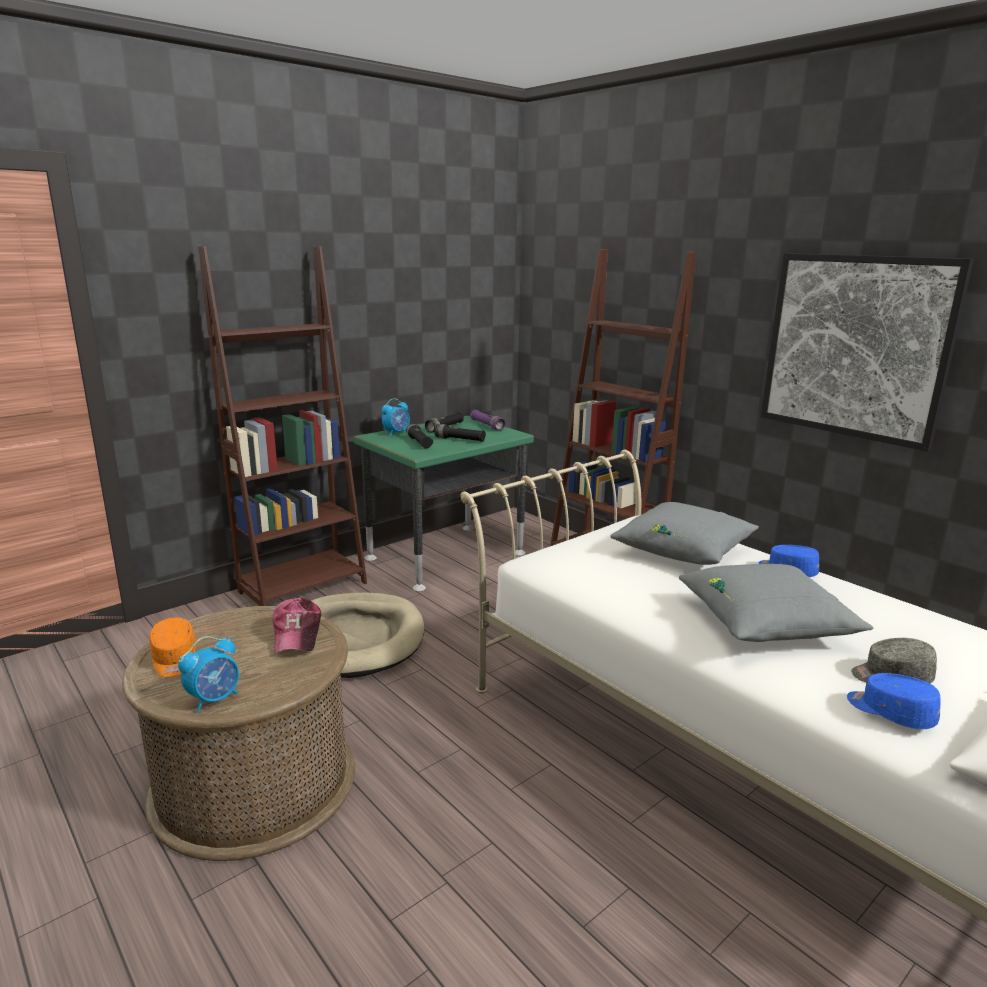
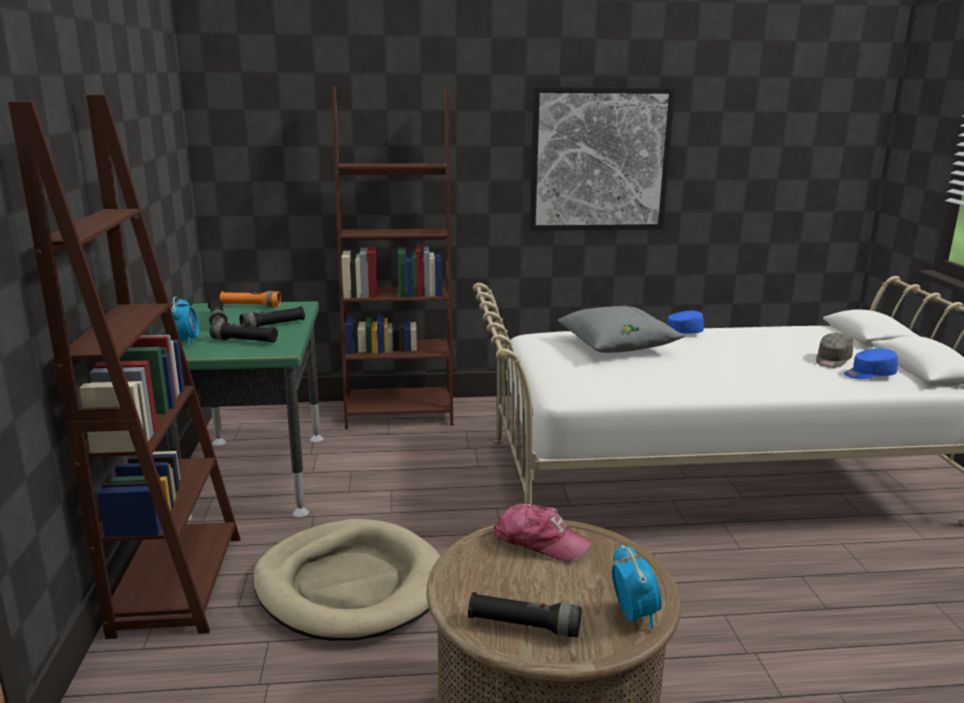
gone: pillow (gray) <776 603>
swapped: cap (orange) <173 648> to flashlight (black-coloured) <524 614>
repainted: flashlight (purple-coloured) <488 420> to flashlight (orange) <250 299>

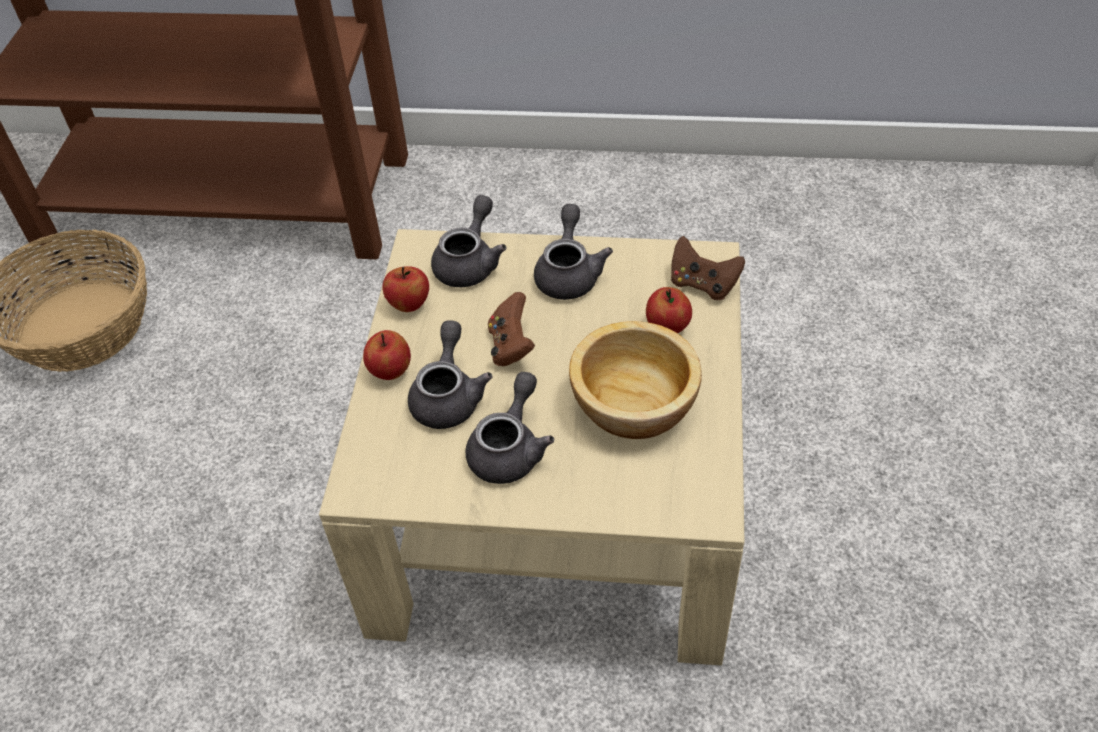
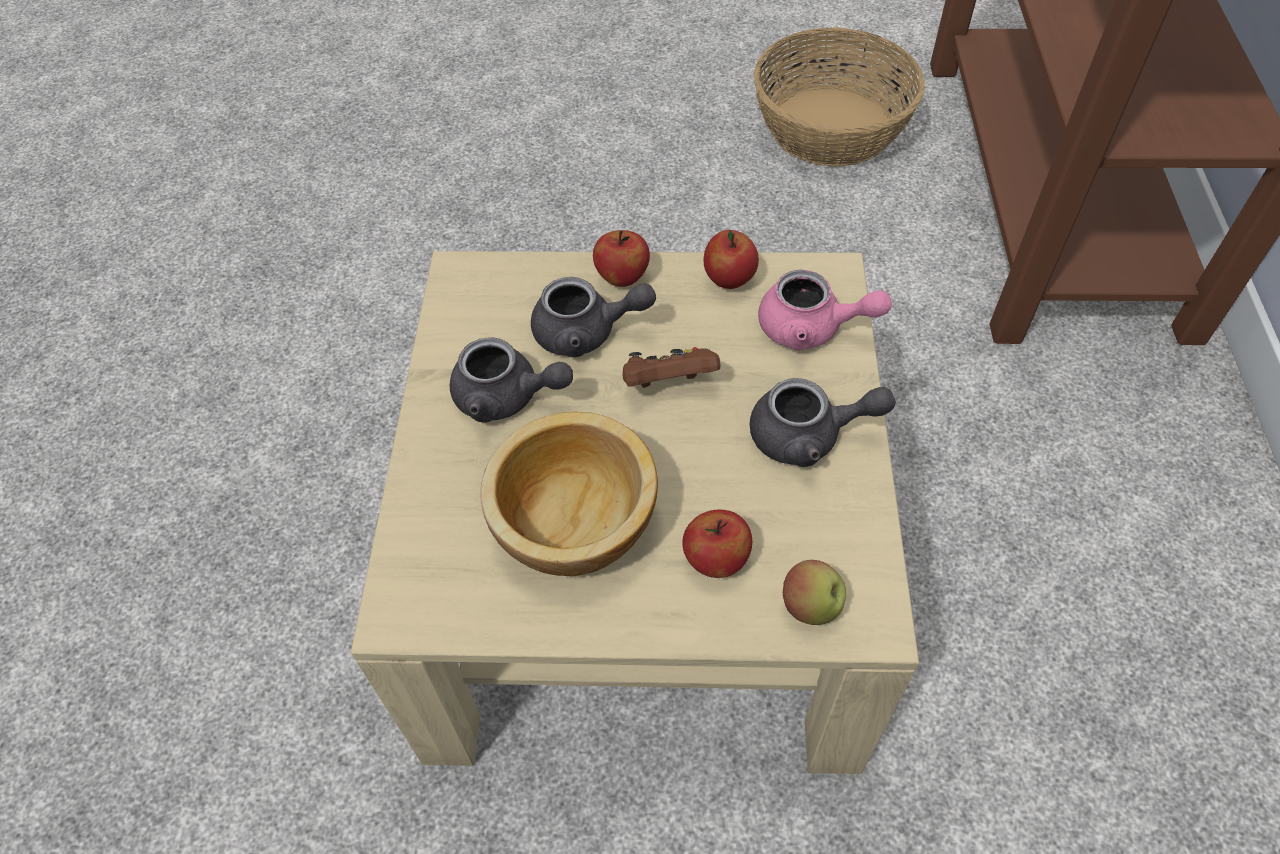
swapped: joypad (brown) <708 268> to whole apple <814 592>
repainted: pot for tea (gray) <469 241> to pot for tea (pink) <825 310>

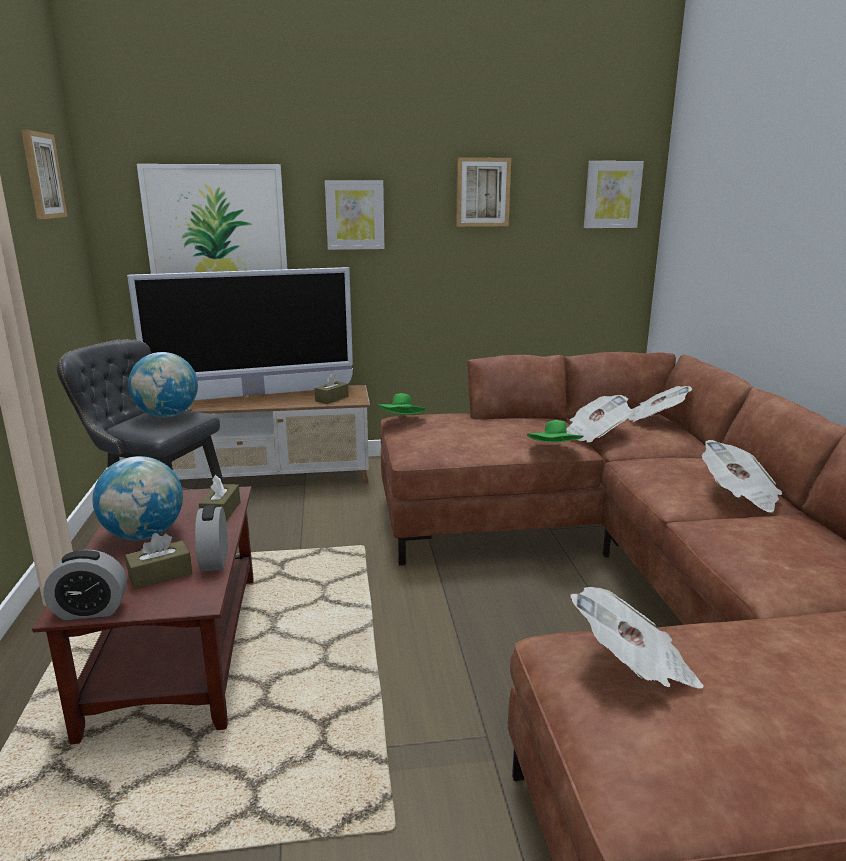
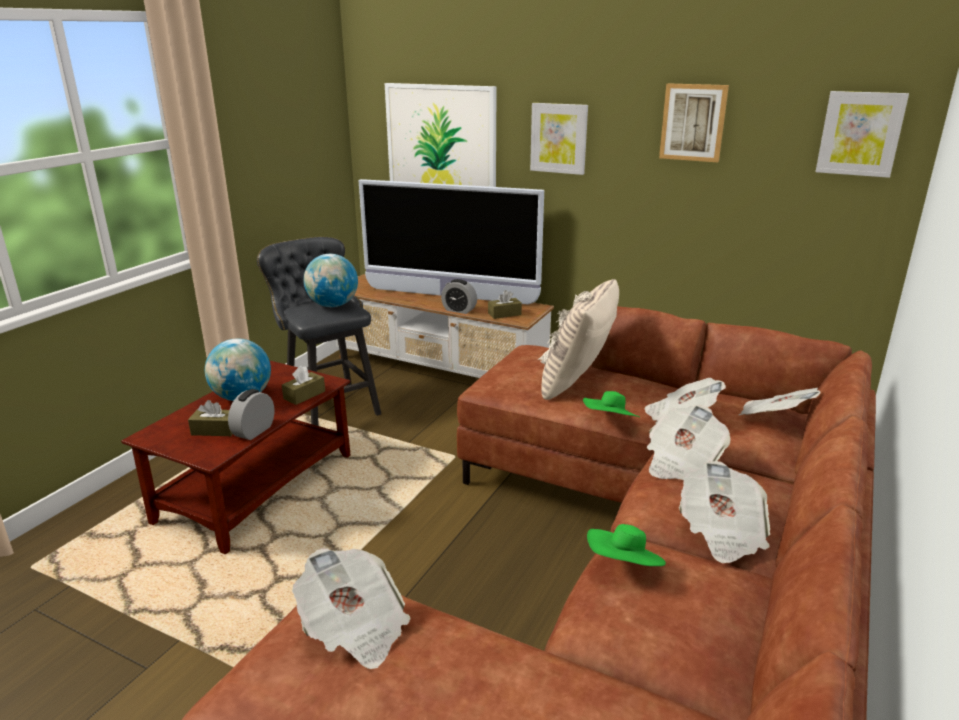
gone: wall art <44 174>
new: pillow (sand-coloured) <578 339>; daily paper <689 443>
shifted: table clock <85 585> to <459 296>; hat (green) <401 403> to <626 545>

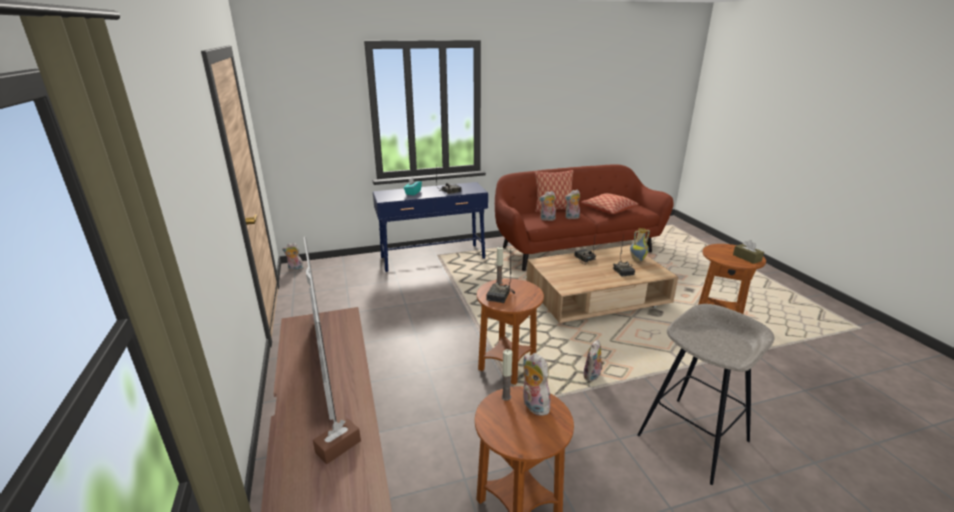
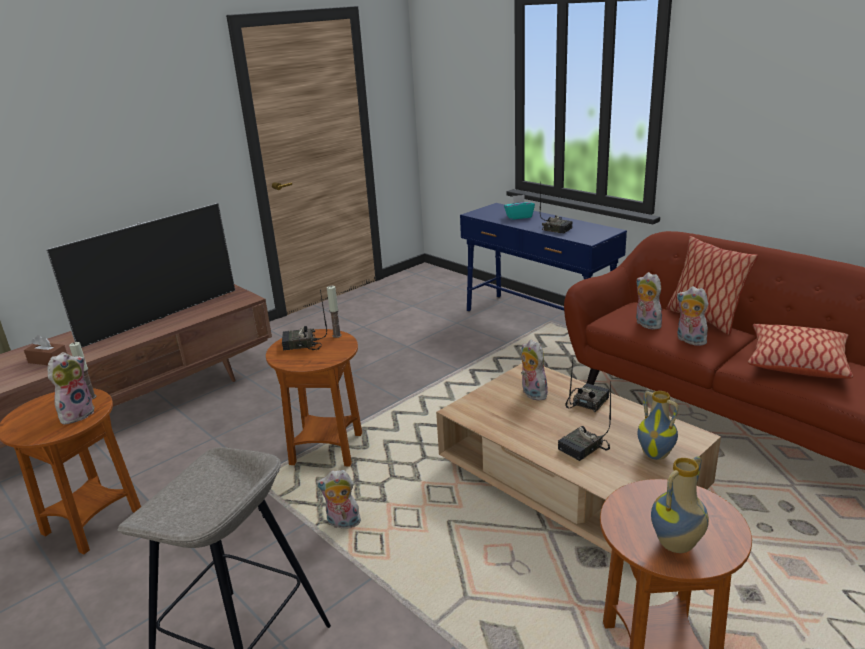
shifted: soft toy <293 257> to <535 370>
swapped: tissue box (brown) <748 252> to vase <680 504>

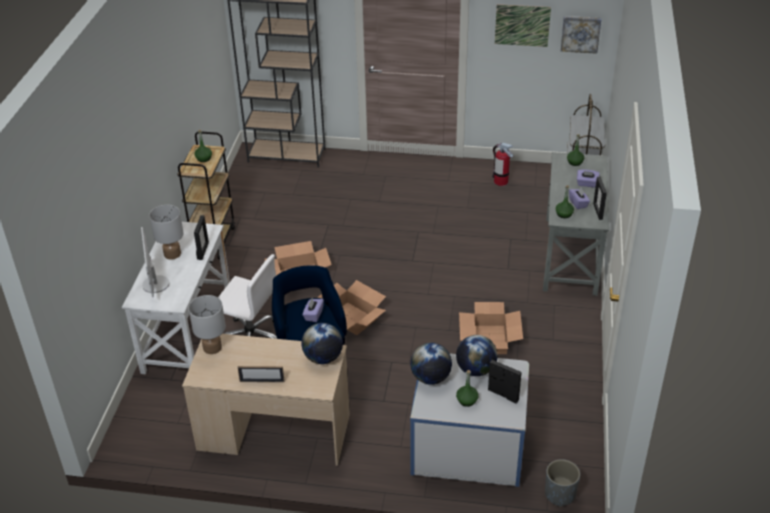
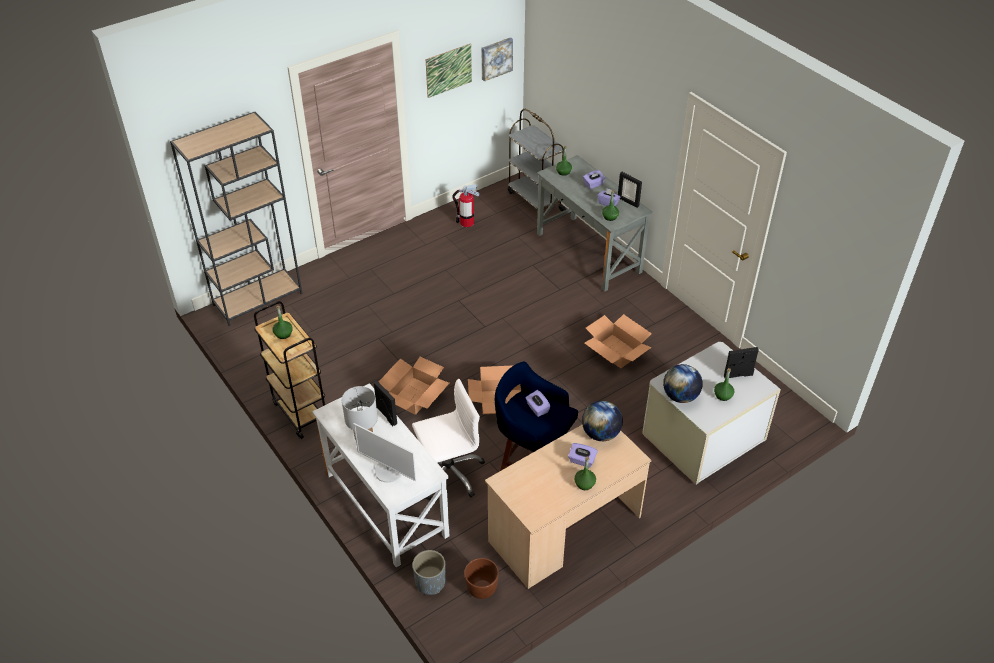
gone: table lamp (gray) <207 324>; desk globe <477 355>
new: planter (brown) <481 578>; tissue box (purple-coloured) <583 455>
shifted: planter (gray) <562 483> to <428 572>
swapped: photo frame <261 374> to beverage bottle (green) <585 473>
repainted: night table (bluish) <469 420> to night table (sand-coloured) <711 413>

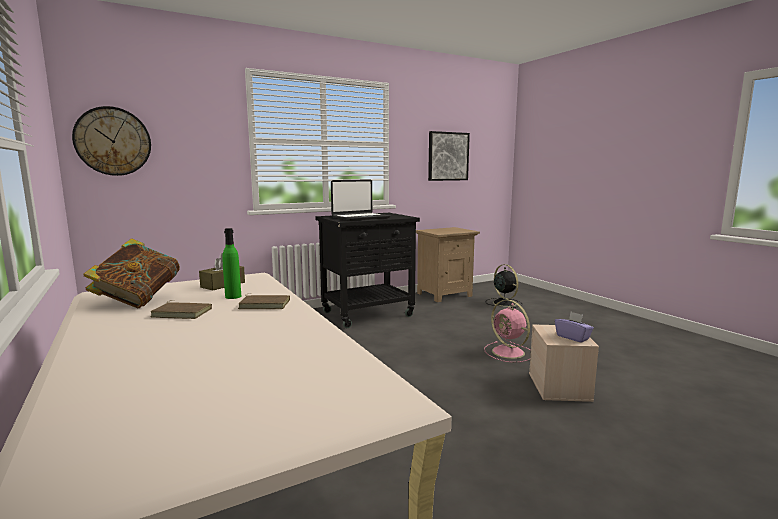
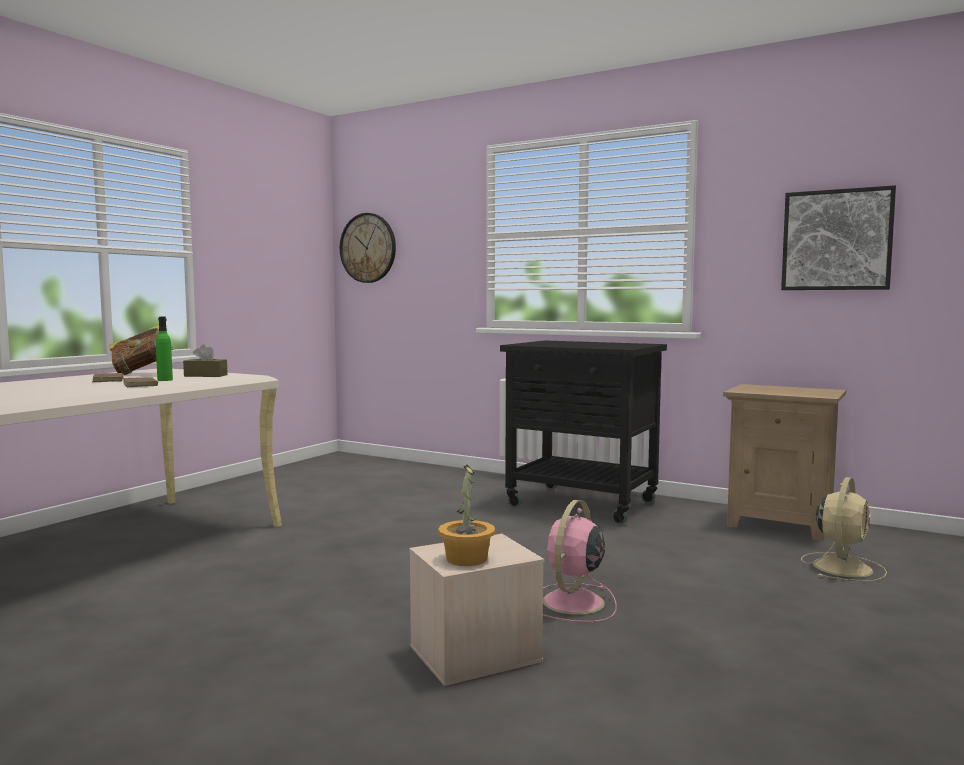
gone: portable computer <361 200>
swapped: tissue box (purple-coloured) <574 327> to houseplant <466 515>
repainted: cooling fan (black-coloured) <504 286> to cooling fan (sand-coloured) <844 529>

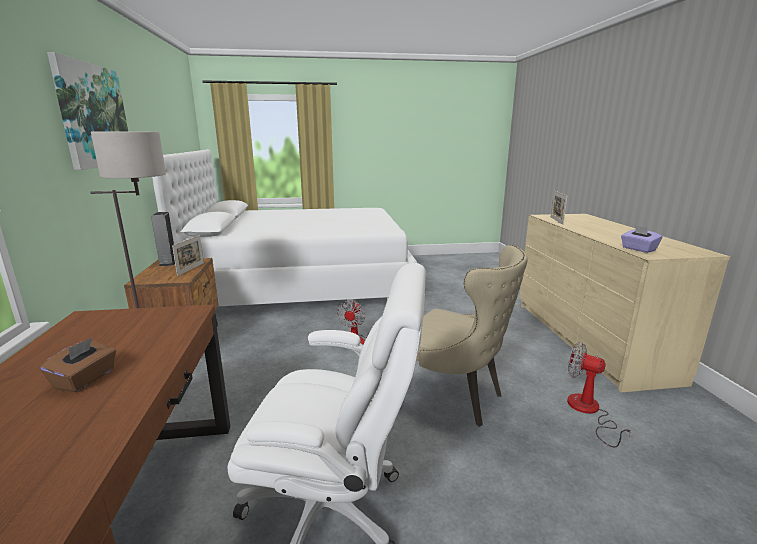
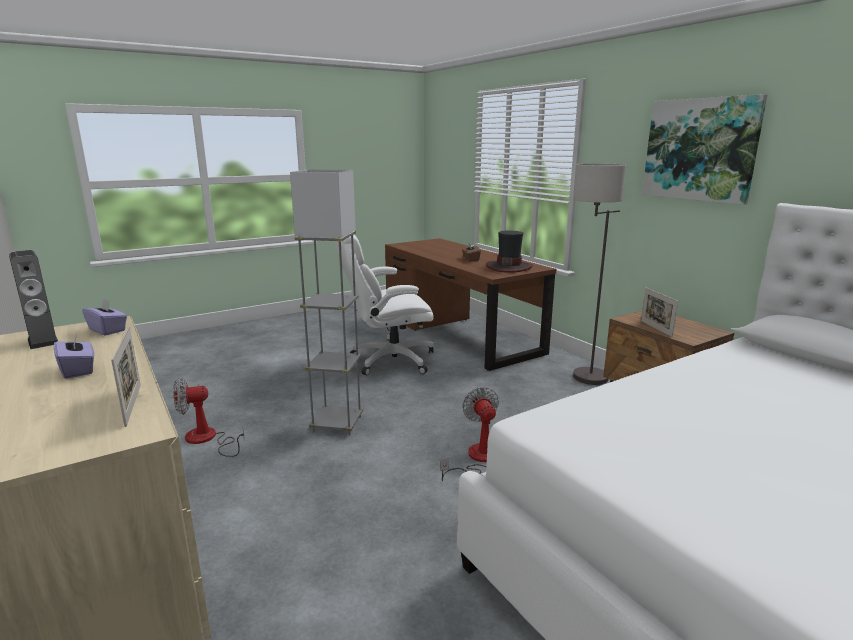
new: tissue box (purple-coloured) <74 355>; hat <509 252>
shifted: audio speaker <163 239> to <33 299>
swapped: chair (sand-coloured) <471 336> to standing lamp (gray) <326 302>
rotated: cooling fan <600 395> = <209 417> 150 degrees clockwise

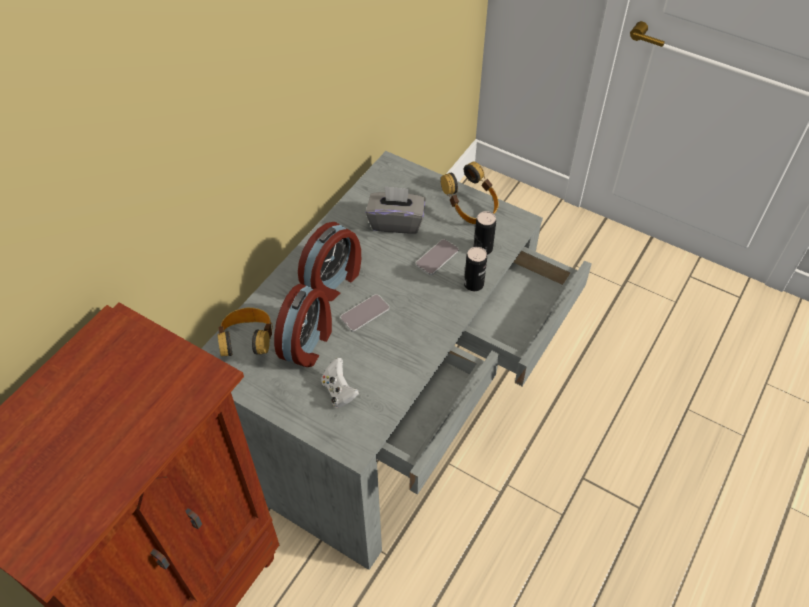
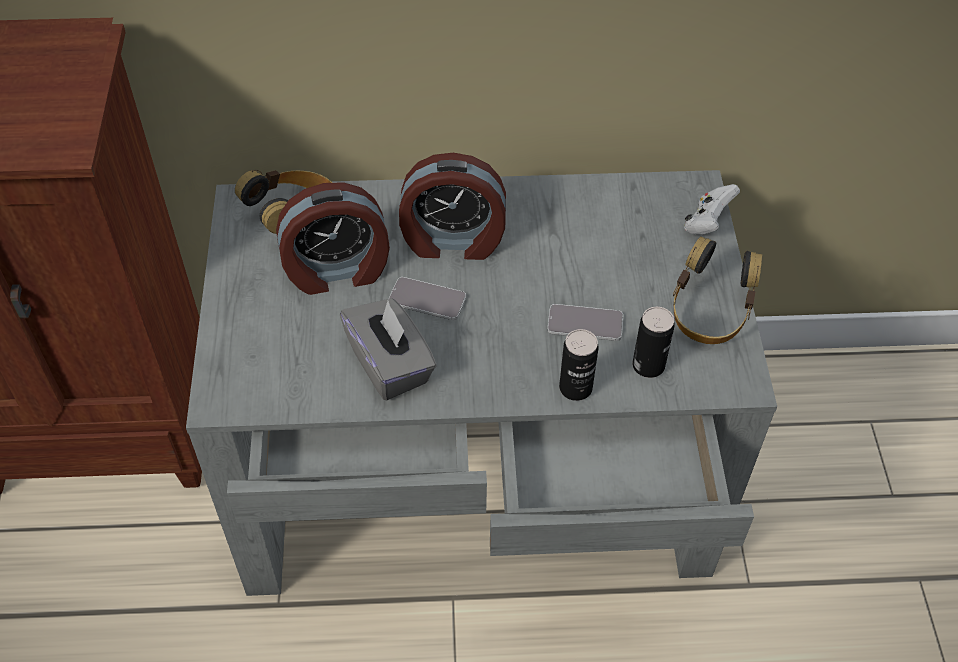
shifted: tissue box (gray) <396 210> to <388 349>; joypad (whitish) <340 383> to <712 209>

